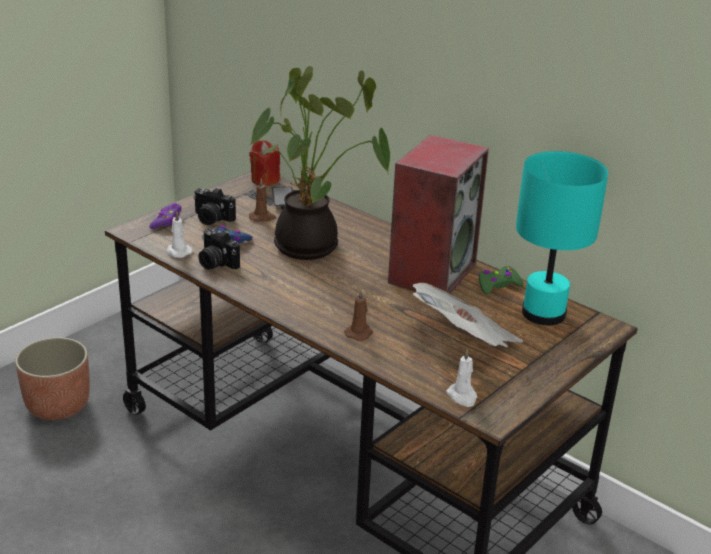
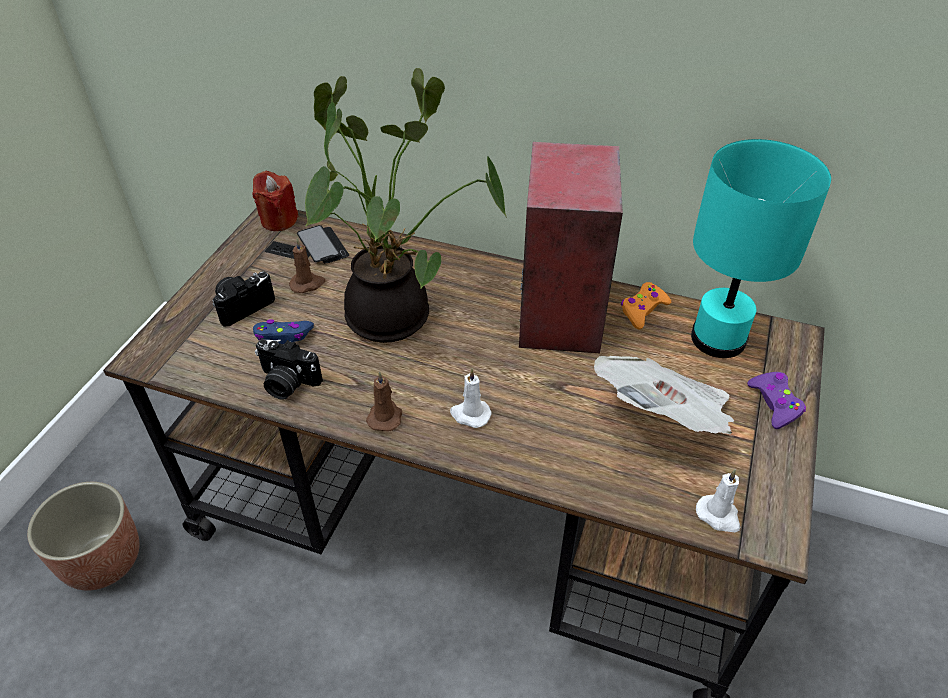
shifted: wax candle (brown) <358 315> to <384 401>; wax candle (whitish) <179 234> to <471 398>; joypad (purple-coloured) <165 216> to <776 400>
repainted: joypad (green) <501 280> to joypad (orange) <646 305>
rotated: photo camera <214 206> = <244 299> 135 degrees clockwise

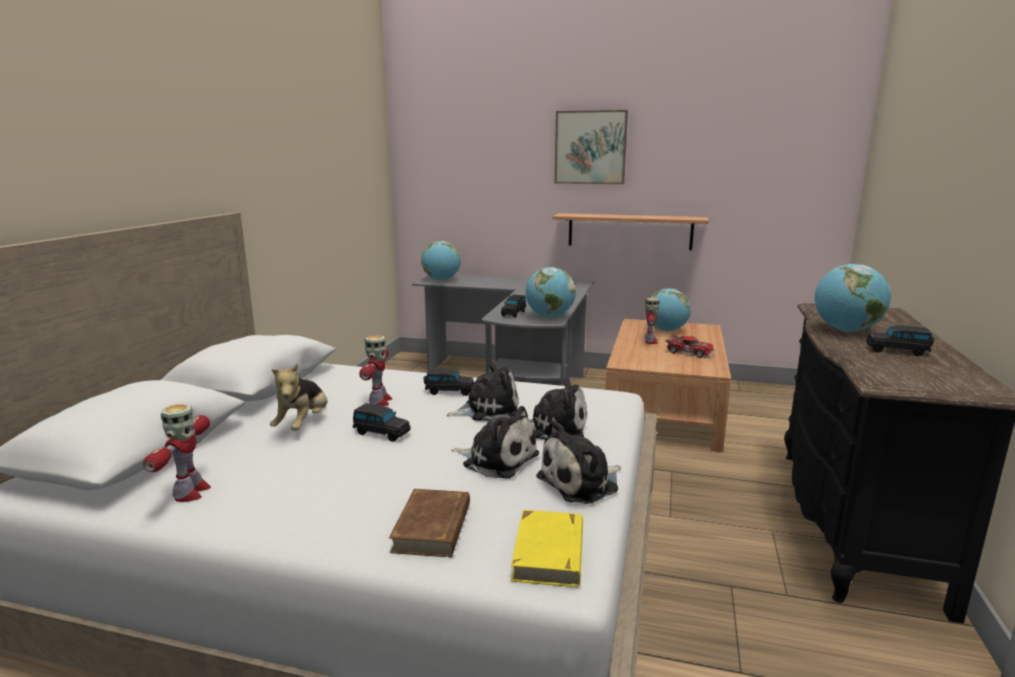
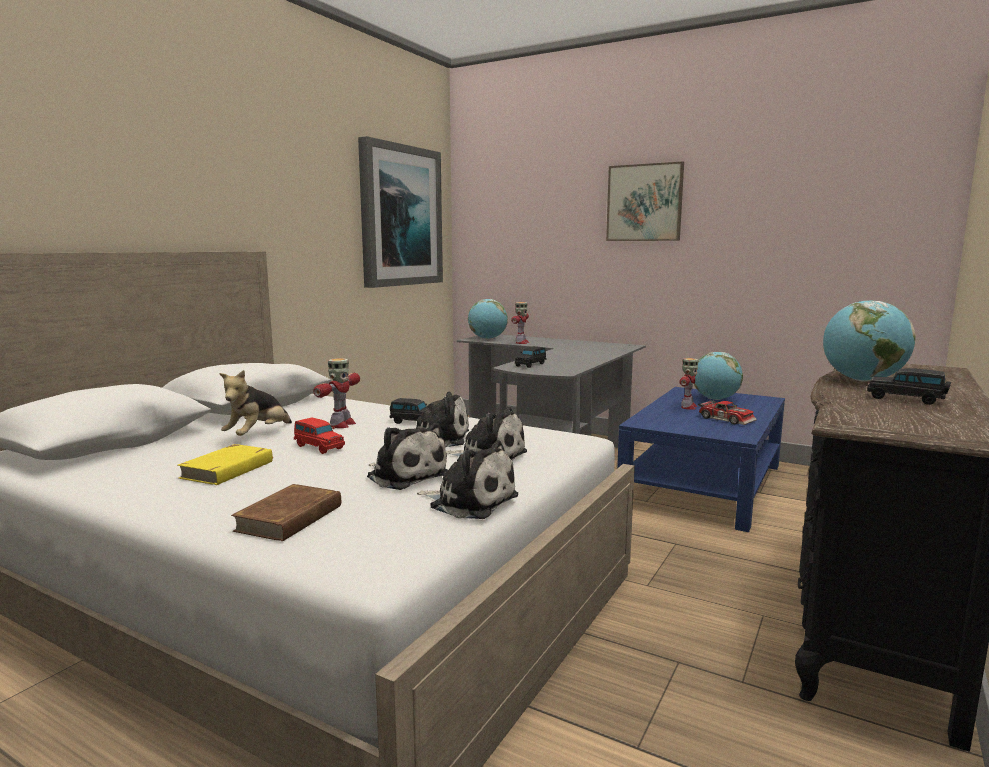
gone: desk globe <551 292>; bracket shelf <631 231>
new: wall art <400 212>
shifted: bound book (yellow-coloured) <547 548> to <225 464>; model robot <177 453> to <520 323>
repainted: toy car (black-coloured) <382 422> to toy car (reddish) <319 436>; coffee table (brown) <668 385> to coffee table (bluish) <701 459>
rotated: soft toy <578 462> = <467 479> 135 degrees counterclockwise

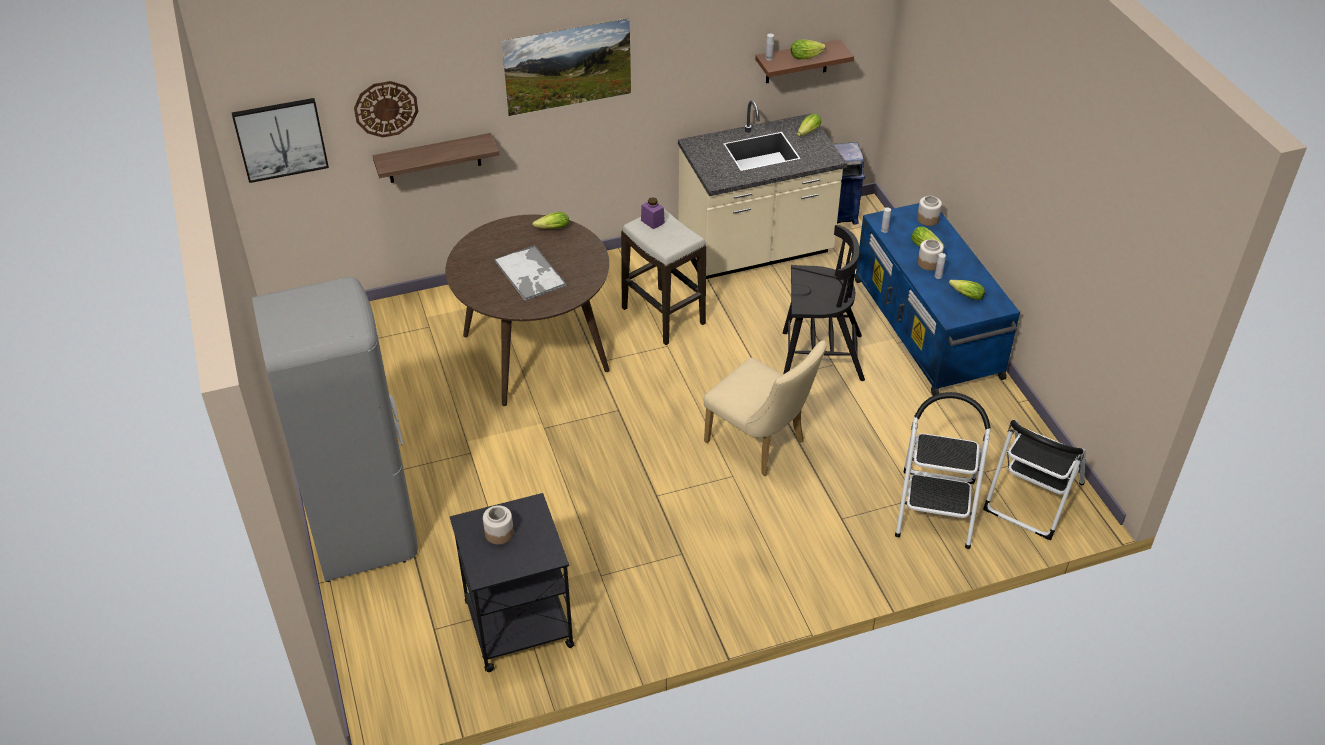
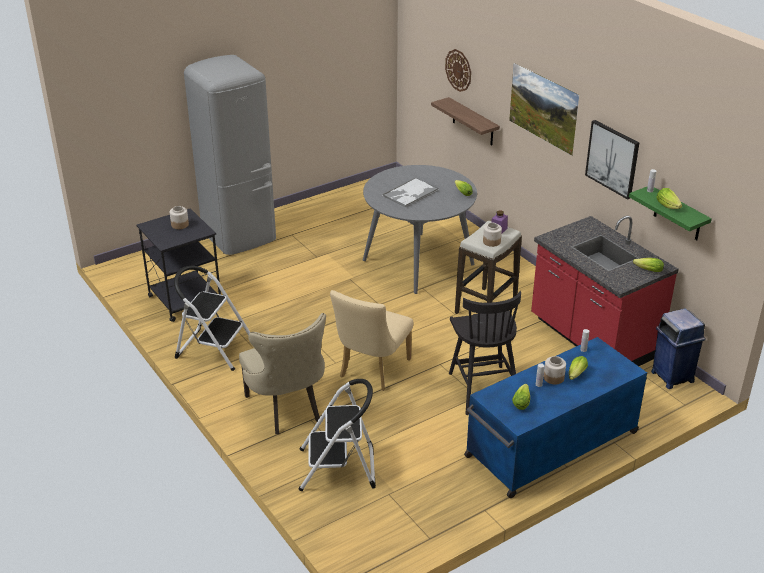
new: chair (sand-coloured) <282 373>
shifted: step stool <1034 480> to <212 318>; jar <929 211> to <492 235>; wall art <280 140> to <612 160>
repainted: dining table (brown) <528 310> to dining table (gray) <420 229>; counter (sand-coloured) <762 189> to counter (reddish) <605 291>; bracket shelf (brown) <804 61> to bracket shelf (green) <670 213>

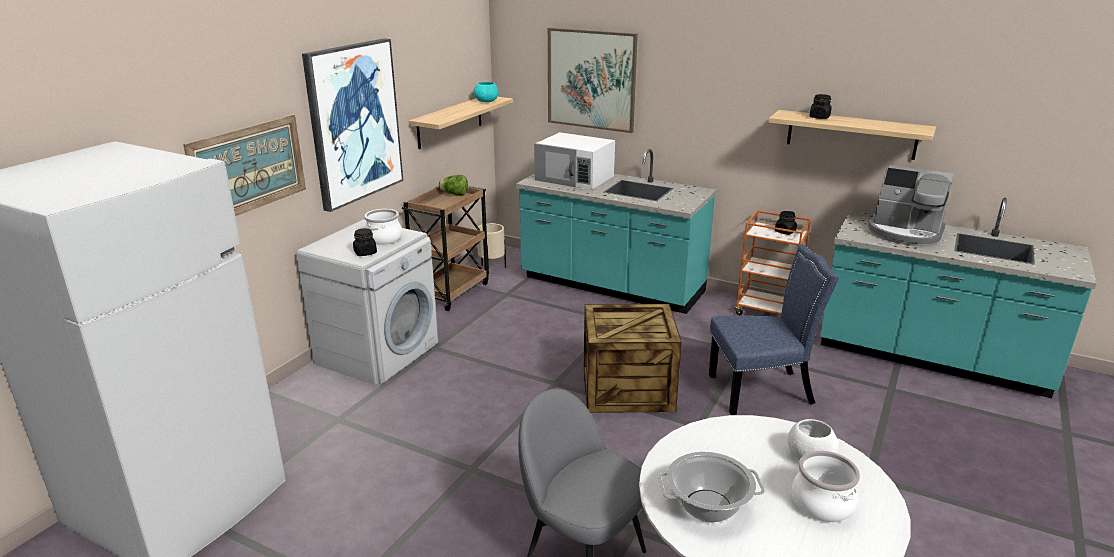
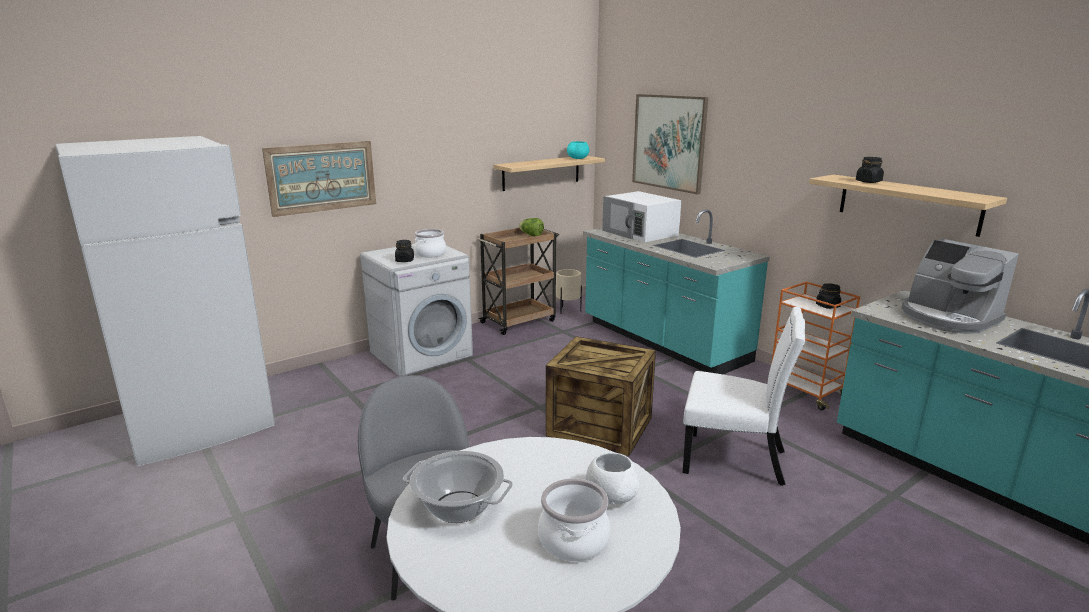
gone: wall art <352 125>
repainted: chair (bluish) <774 329> to chair (whitish) <743 396>

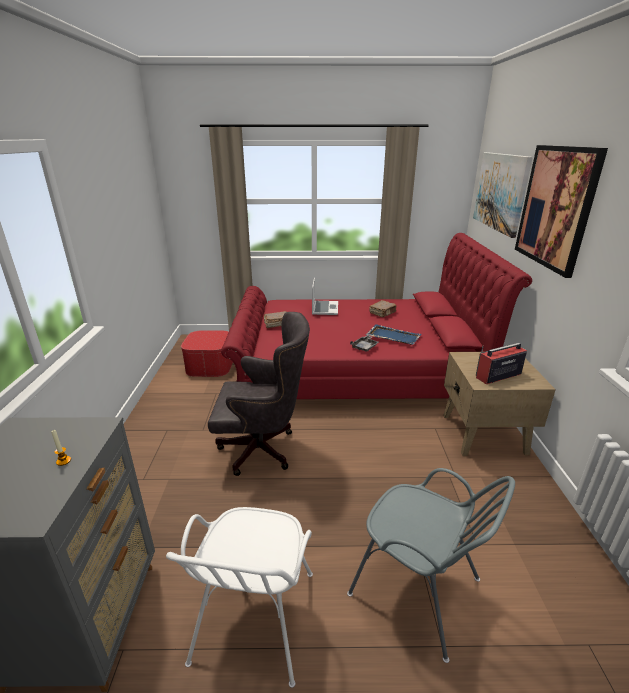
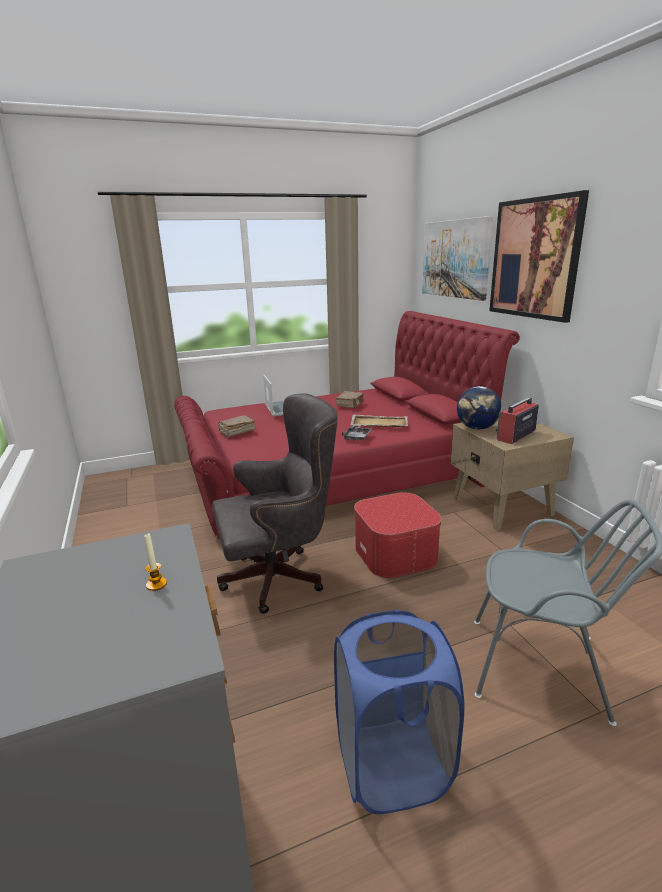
new: desk globe <479 408>
shifted: ottoman <207 353> to <398 535>
swapped: chair (whitish) <239 597> to hamper (bluish) <399 712>
repainted: carrying tray (bluish) <393 334> to carrying tray (sand-coloured) <379 421>

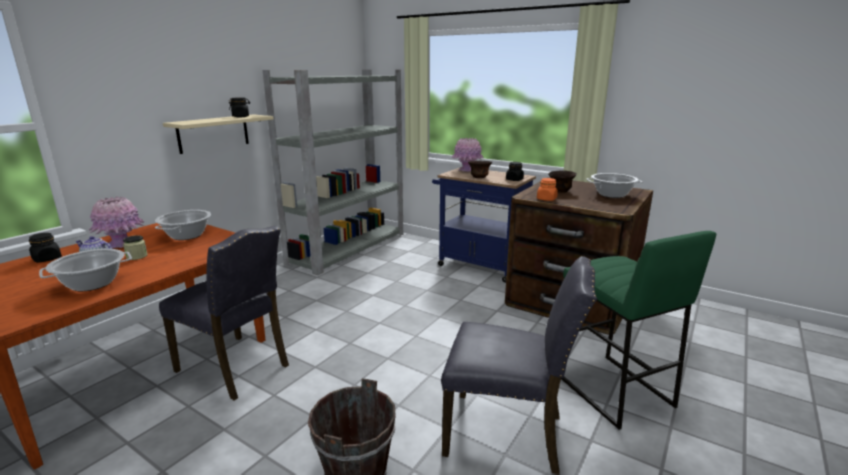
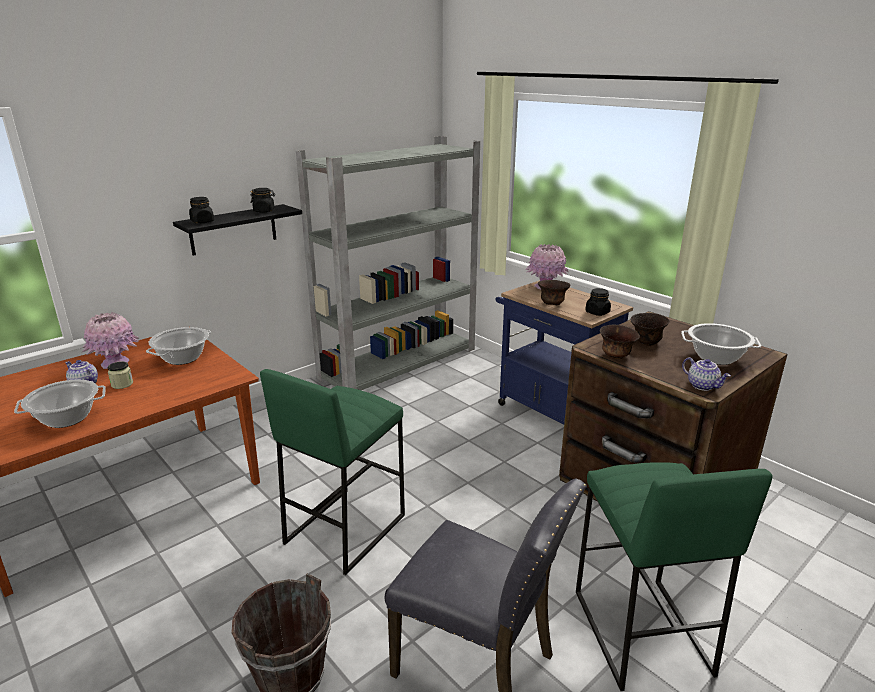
gone: chair (gray) <224 313>
new: stool (green) <332 472>; pot for tea <706 374>
shifted: jar (black-coloured) <45 248> to <201 210>
swapped: jar (orange) <547 189> to bowl (brown) <620 341>
repainted: bracket shelf (sand-coloured) <218 134> to bracket shelf (black-coloured) <237 230>

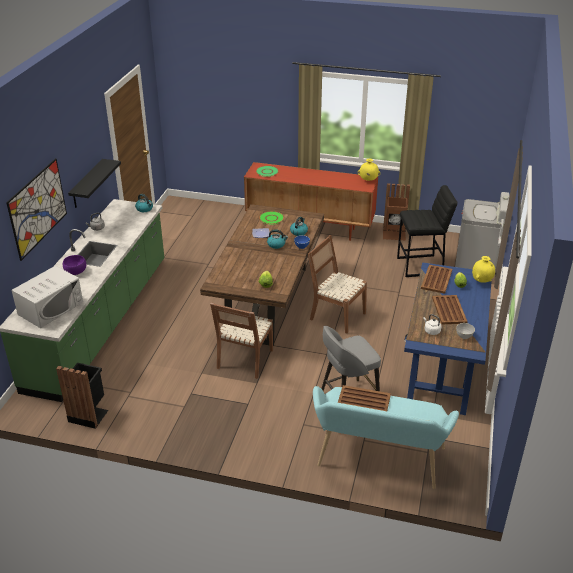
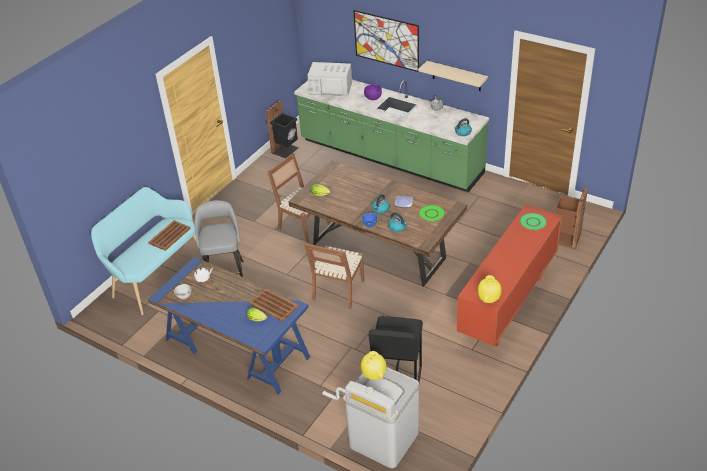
gone: carrying tray (brown) <450 309>
shifted: vase (yellow-coloured) <483 269> to <373 365>; waste bin (brown) <396 211> to <571 218>
repainted: bracket shelf (black-coloured) <94 183> to bracket shelf (sand-coloured) <453 76>
rotated: chair <337 284> = <334 276> 150 degrees clockwise; kitchen microwave (whitish) <47 297> = <329 79> 135 degrees clockwise

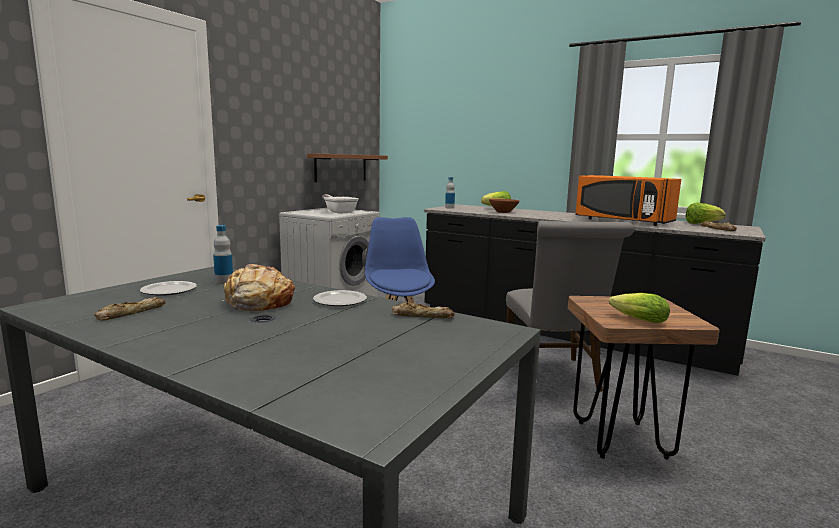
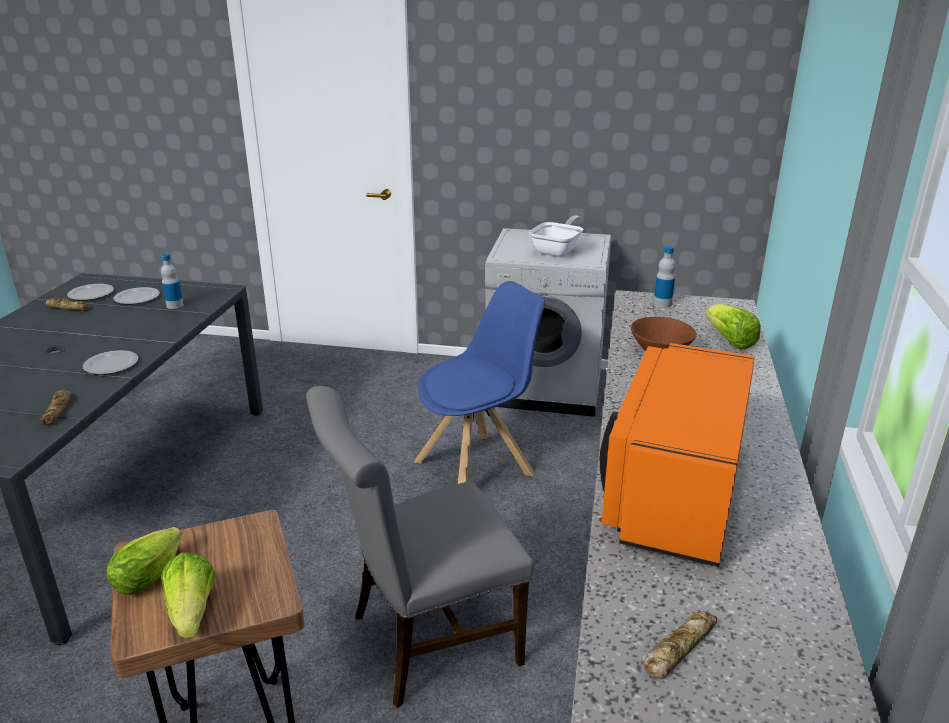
gone: bakery bread <258 287>; bracket shelf (brown) <347 167>
new: dinner plate <90 292>
shifted: head of lettuce <706 213> to <188 595>

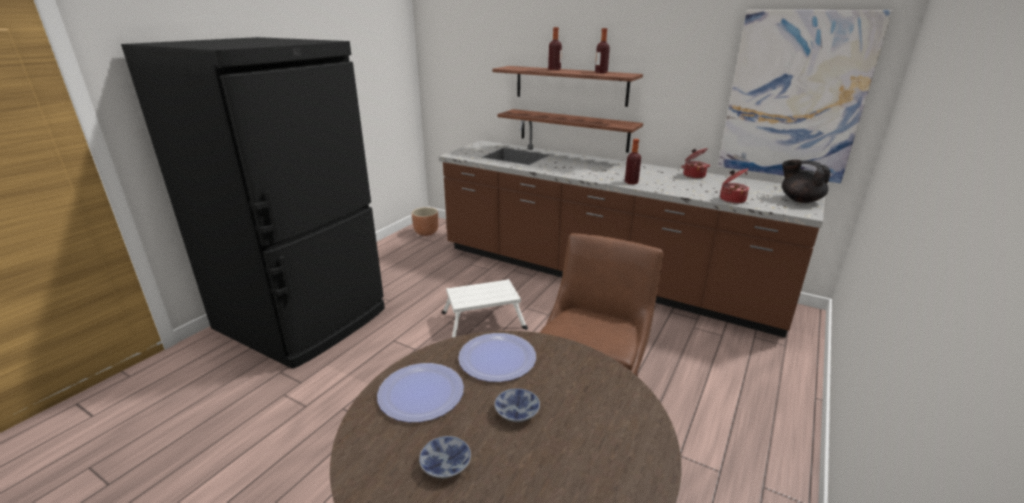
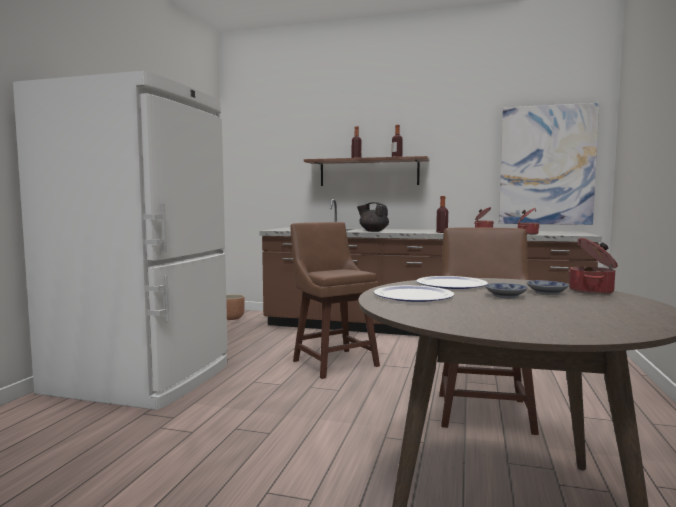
gone: bracket shelf <570 131>
new: saucepot <593 266>
shifted: pot for tea (black-coloured) <806 181> to <373 217>; bowl <445 457> to <548 287>
swapped: step stool (whitish) <485 308> to chair (brown) <335 300>
repainted: kitchen fridge (black-coloured) <253 203> to kitchen fridge (whitish) <120 240>

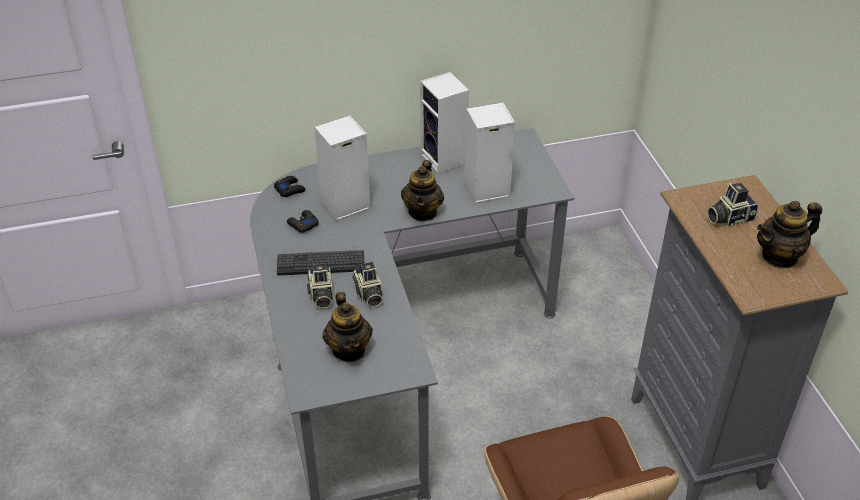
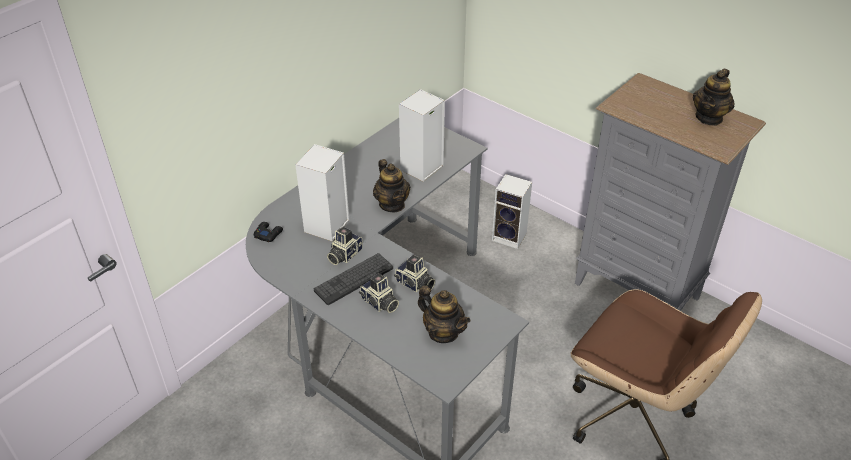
gone: joypad (black-coloured) <303 221>
shifted: photo camera <733 205> to <345 246>; audio speaker <444 123> to <512 211>

